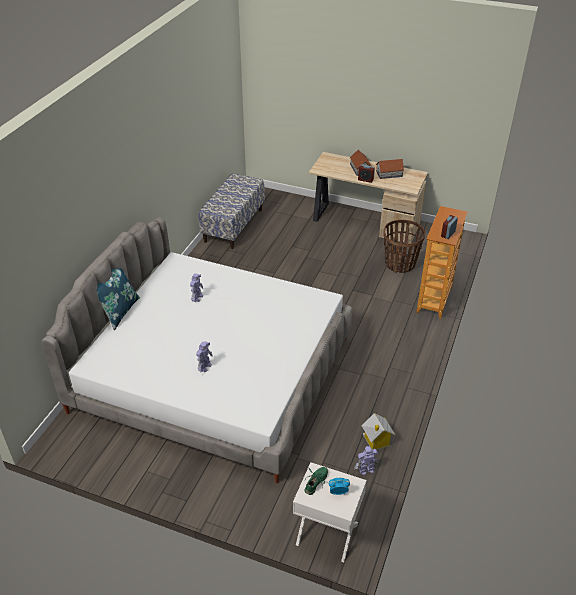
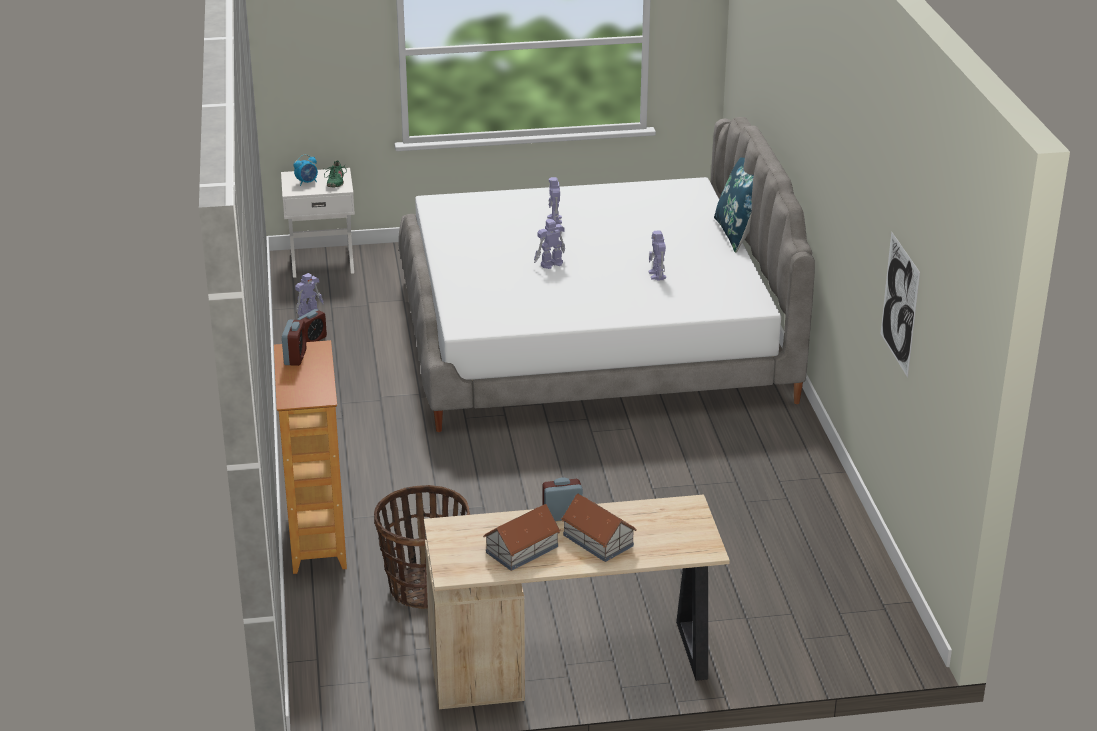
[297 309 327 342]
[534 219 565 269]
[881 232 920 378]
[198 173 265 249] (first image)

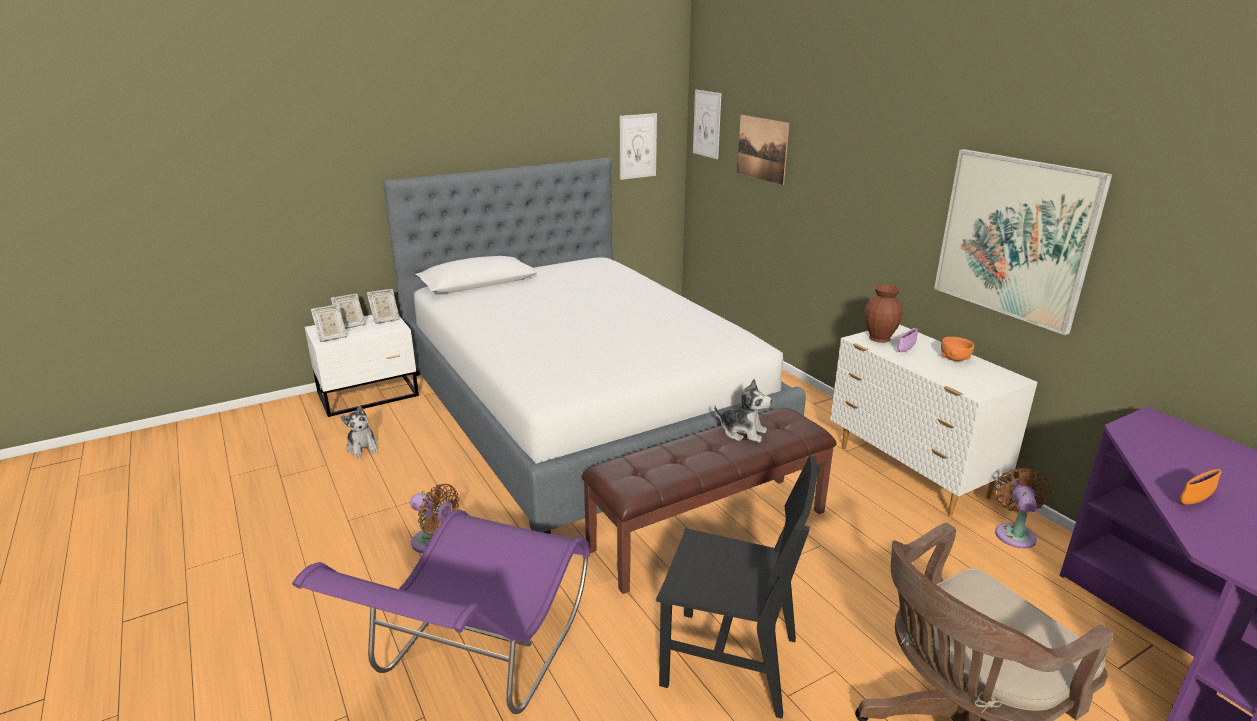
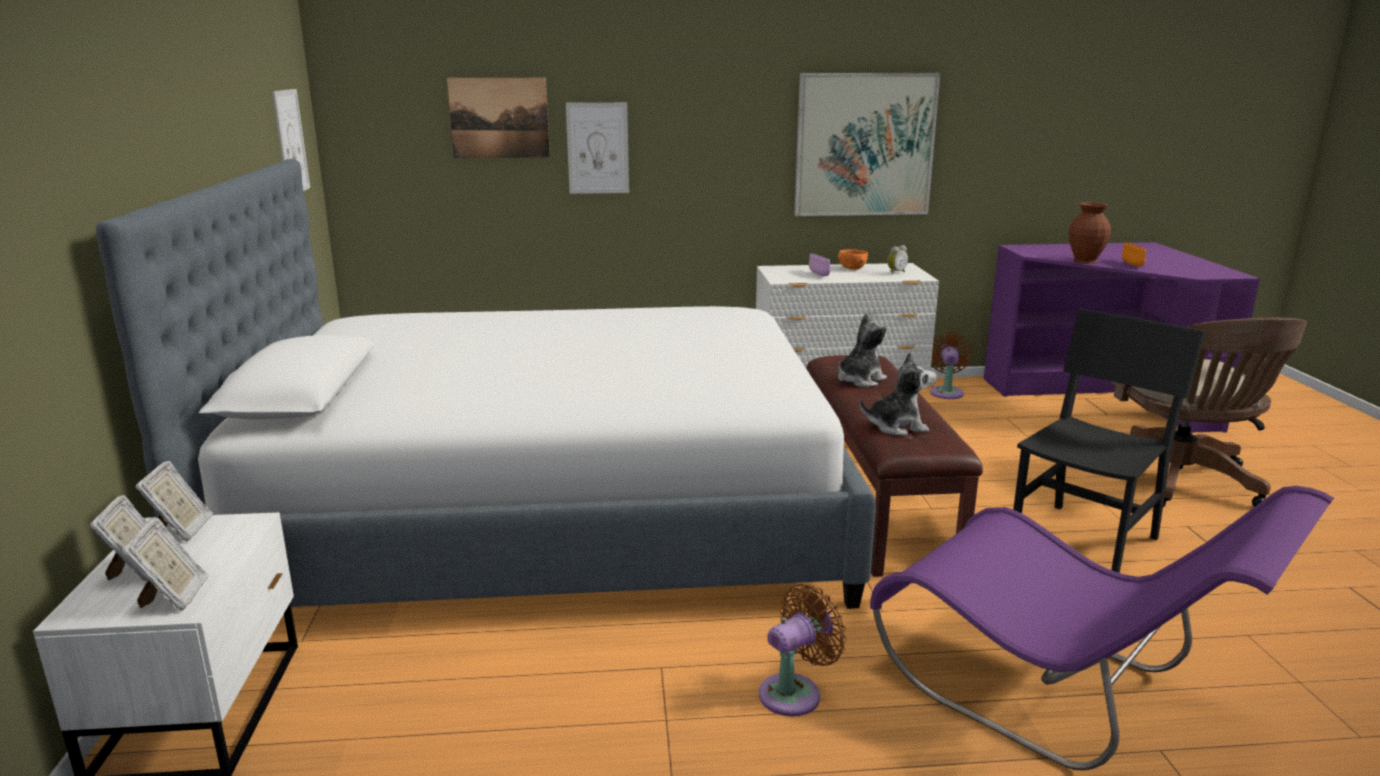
[566 103 629 194]
[860 352 936 436]
[888 245 908 274]
[930 331 973 399]
[1069 202 1111 264]

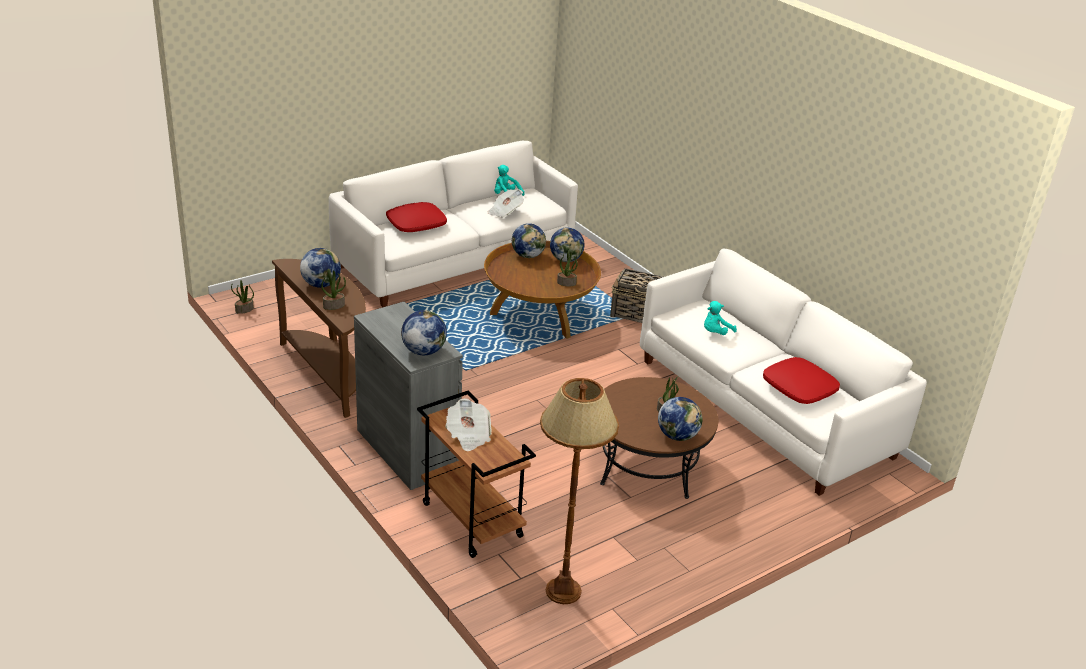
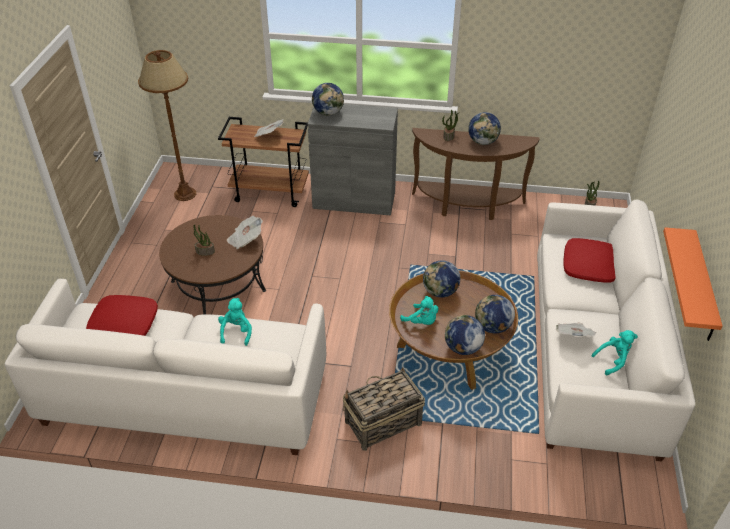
[227 216 263 250]
[400 296 438 325]
[423 260 460 298]
[663 227 722 341]

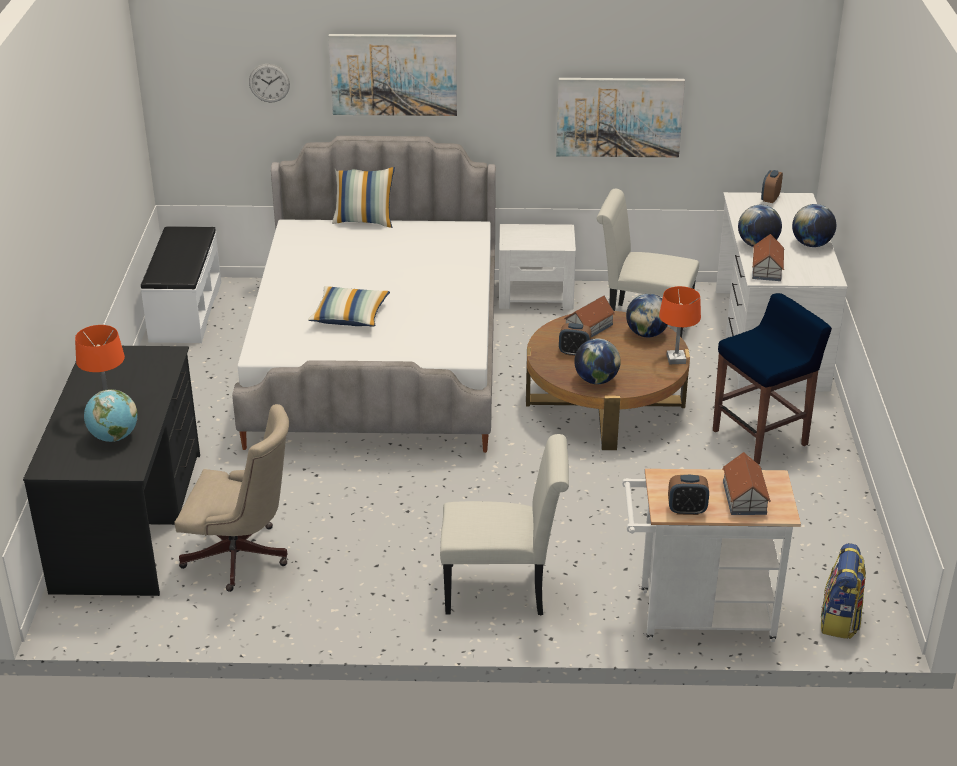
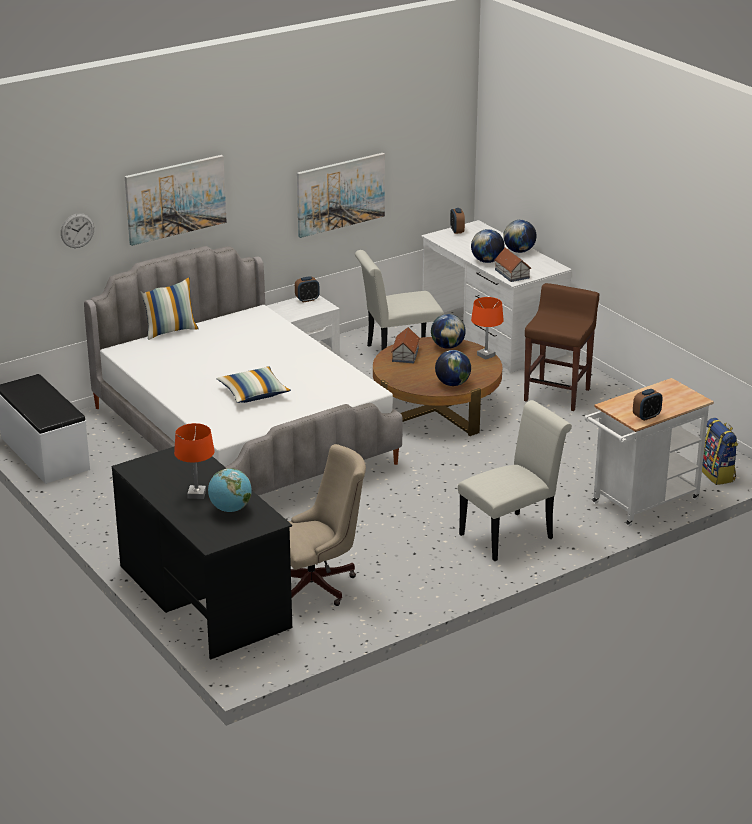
[295 276 320 302]
[524 283 600 411]
[723 452 771 515] (first image)

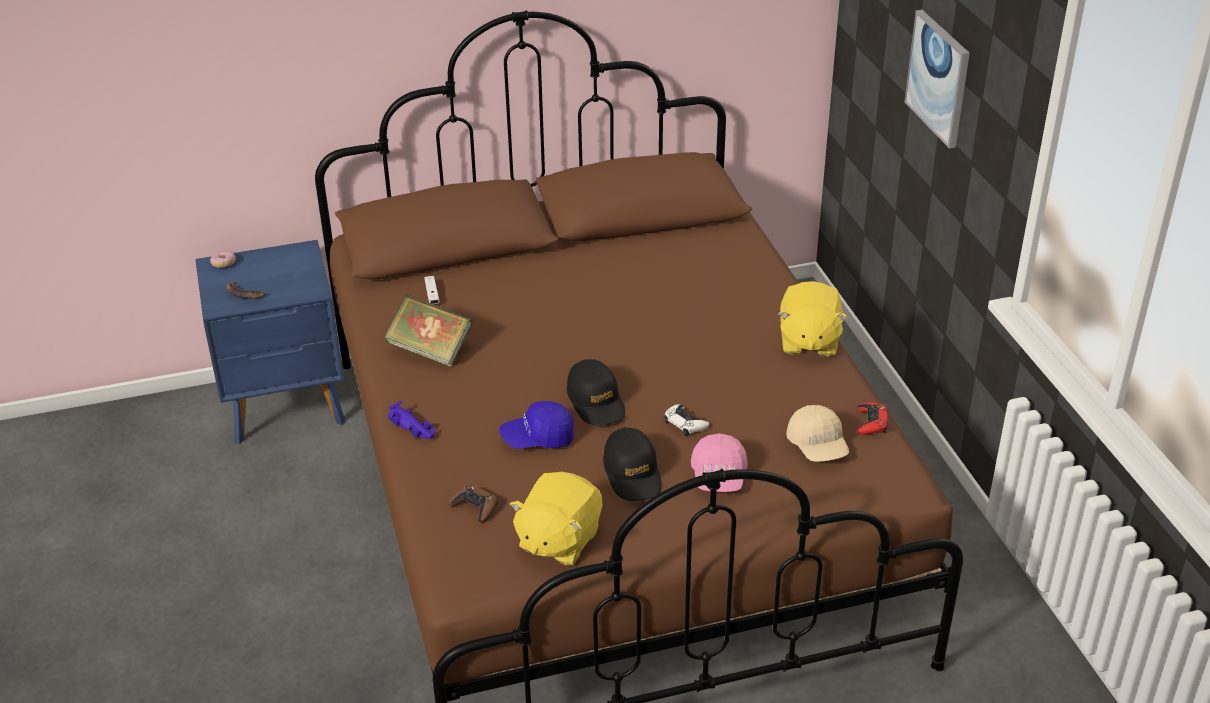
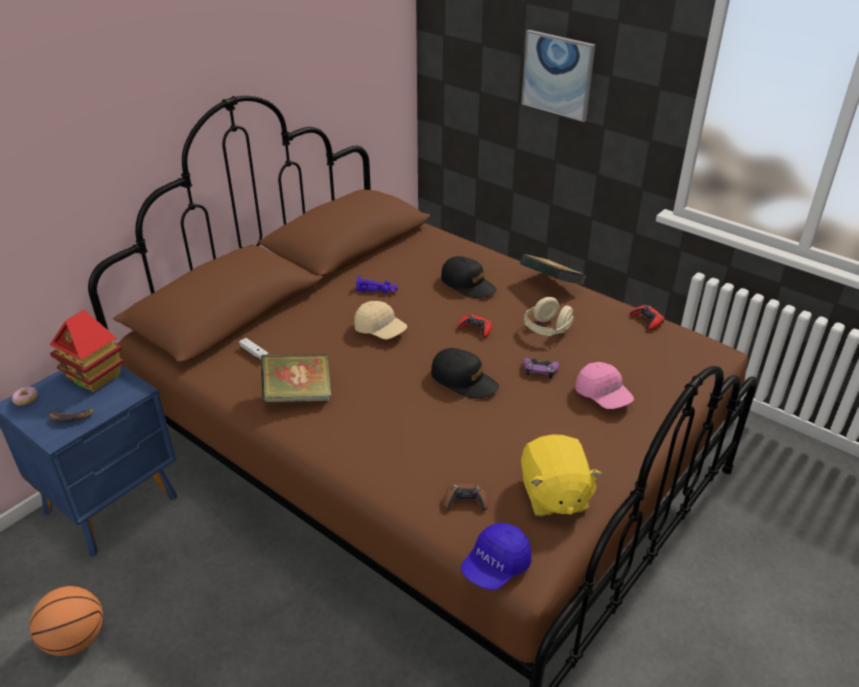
[30 586 103 656]
[49 310 124 392]
[354 301 407 340]
[356 276 398 294]
[441 256 497 298]
[457 314 492 338]
[461 523 532 590]
[520 254 587 285]
[523 357 559 379]
[524 297 573 336]

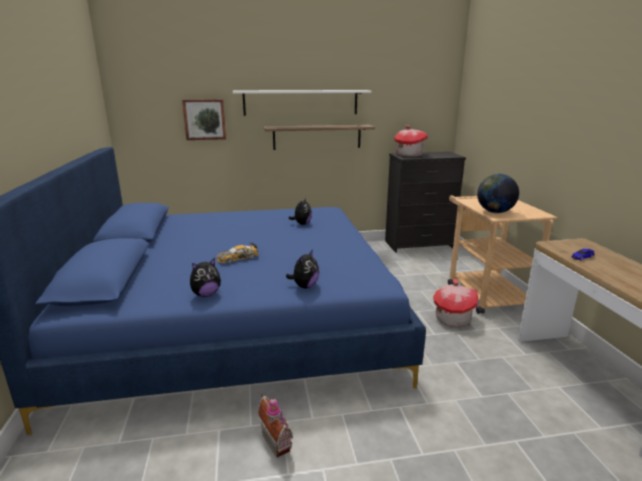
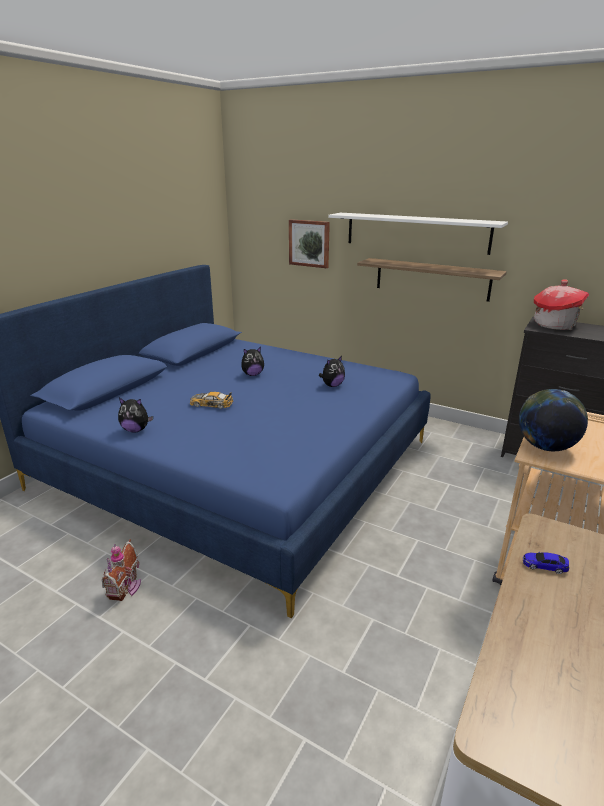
[241 347 264 376]
[433 279 478 328] (first image)

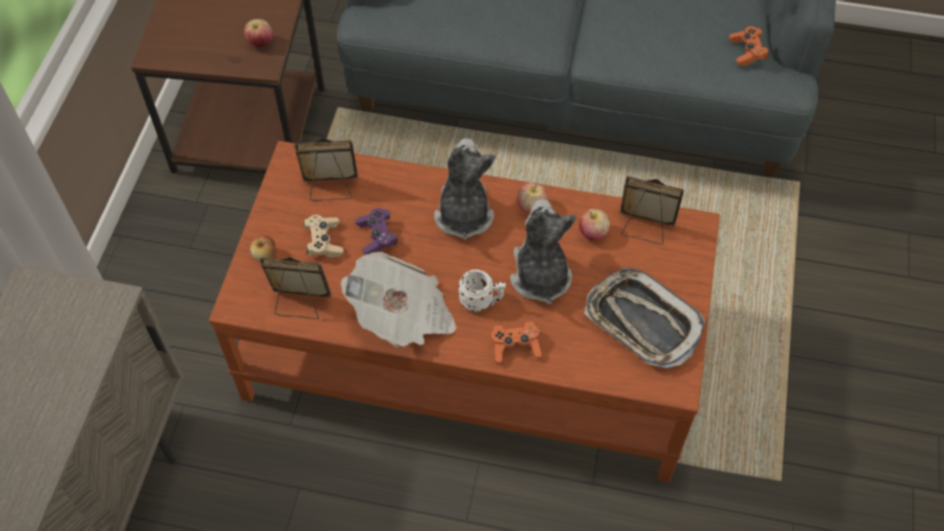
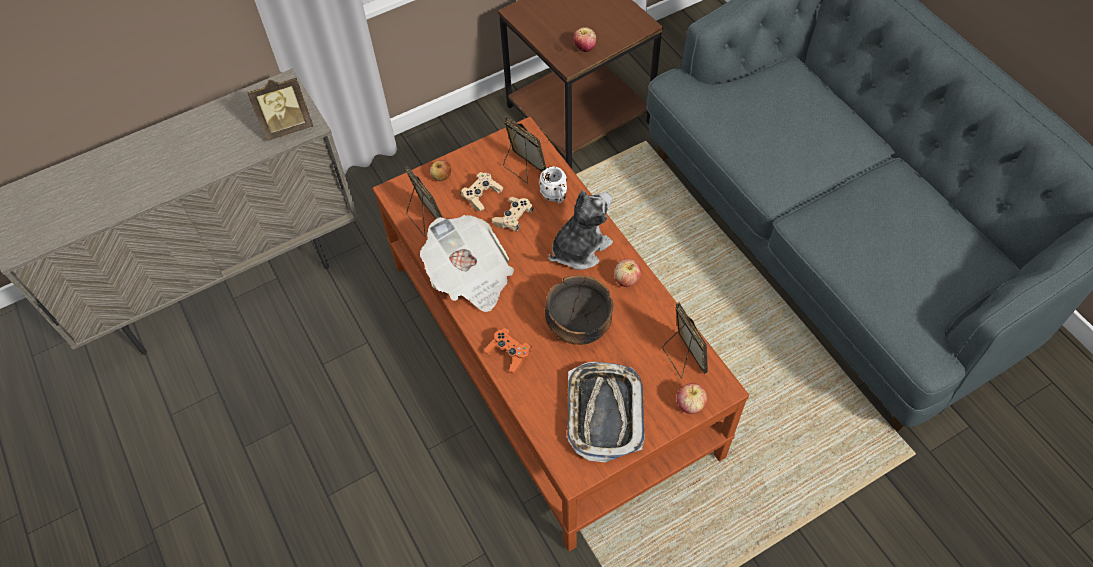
[247 78 313 141]
[492 197 534 232]
[539 166 567 204]
[545 275 613 345]
[677 383 707 414]
[729 26 769 66] (first image)

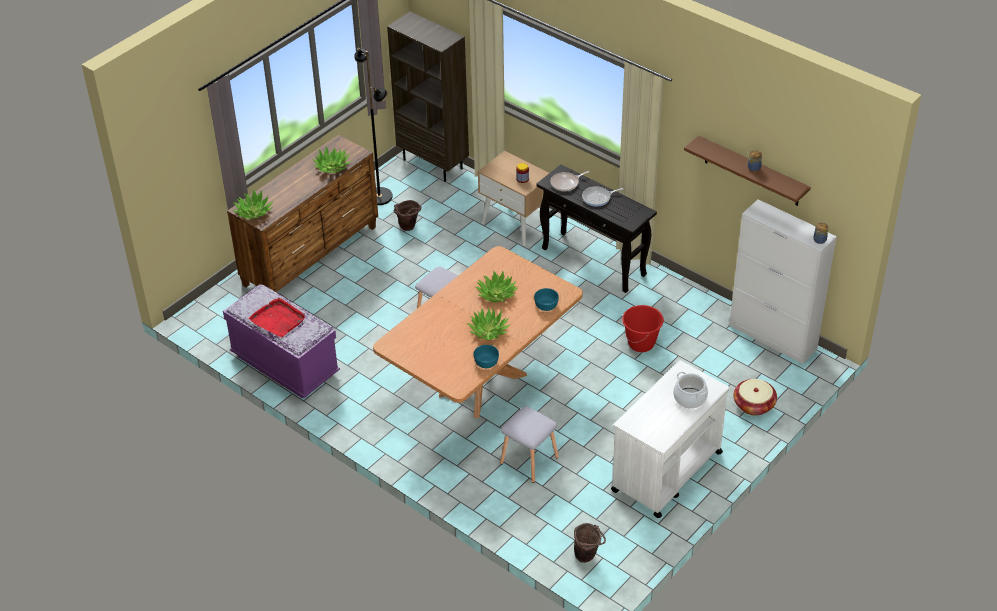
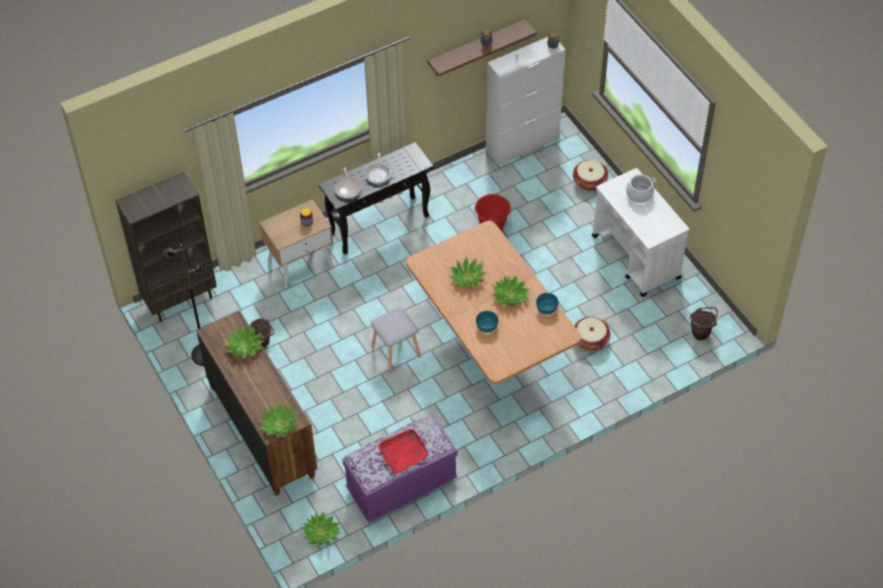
[300 512 342 547]
[476 311 498 333]
[574 317 610 351]

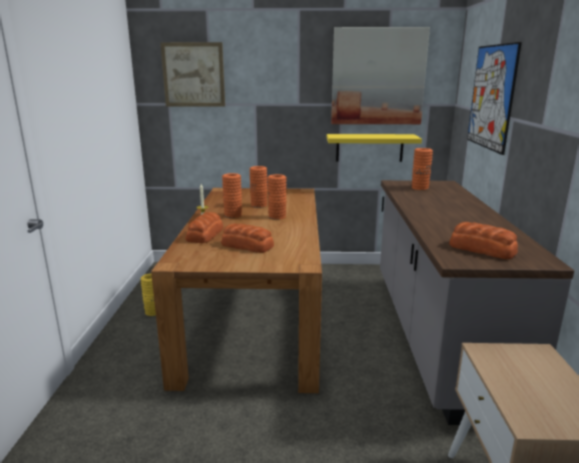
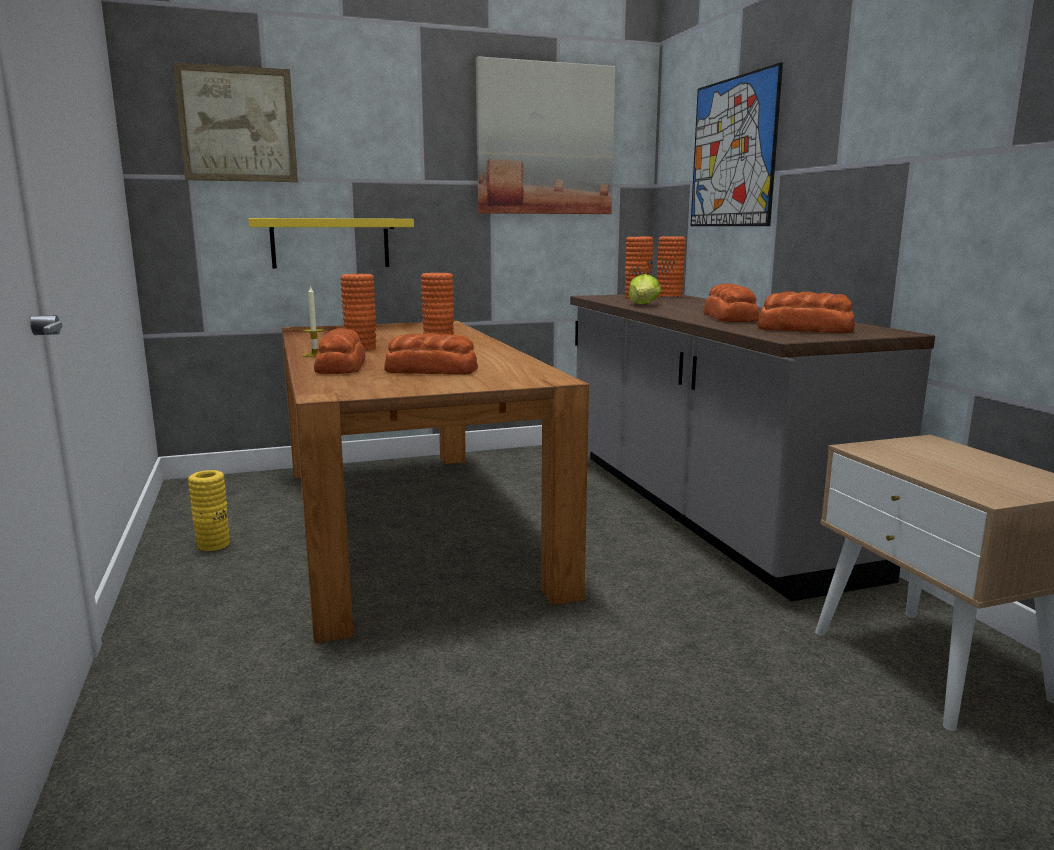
[248 218 414 269]
[628 274 661 304]
[657 237 685 298]
[703 283 759 322]

